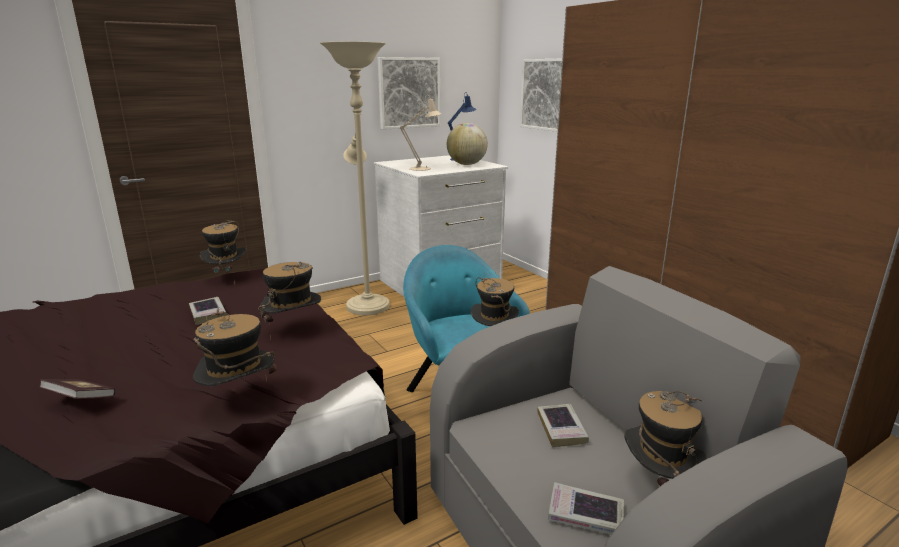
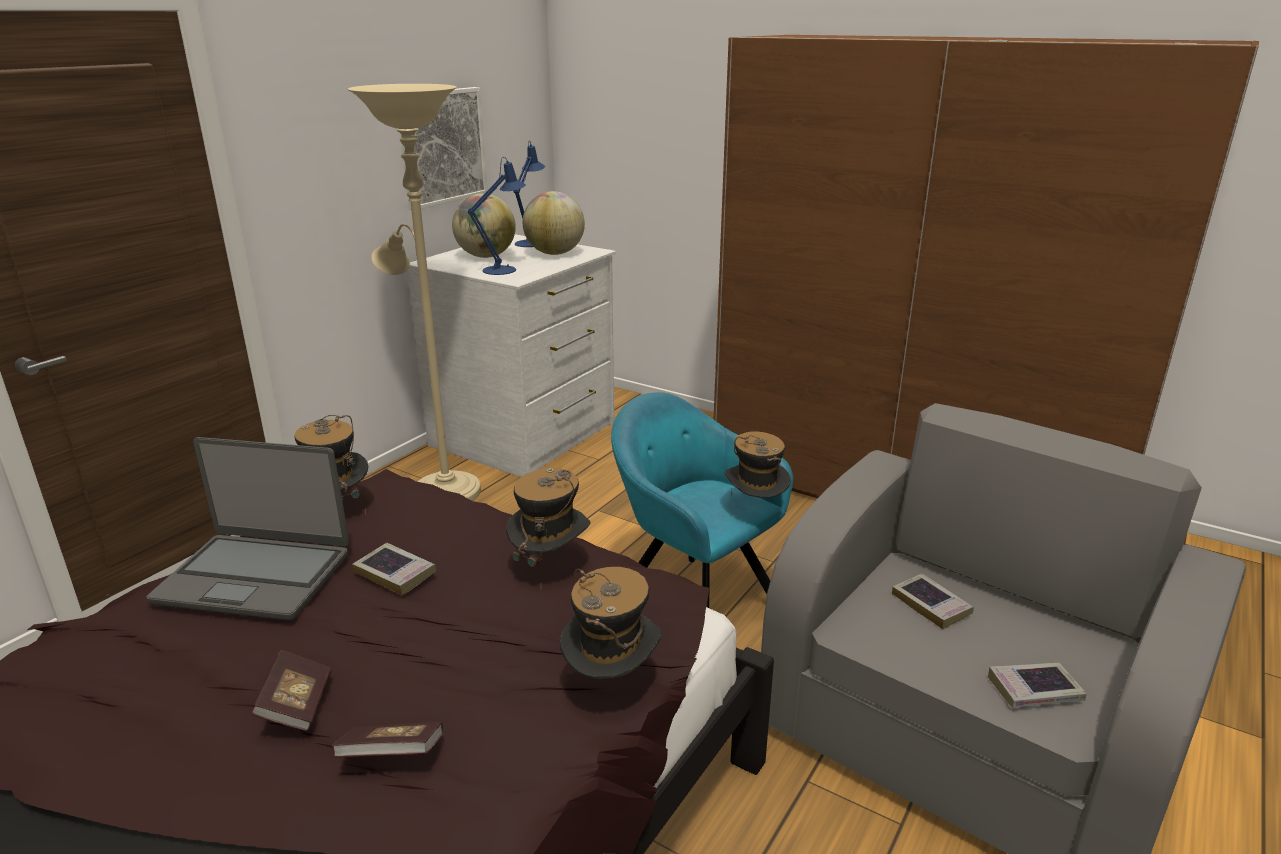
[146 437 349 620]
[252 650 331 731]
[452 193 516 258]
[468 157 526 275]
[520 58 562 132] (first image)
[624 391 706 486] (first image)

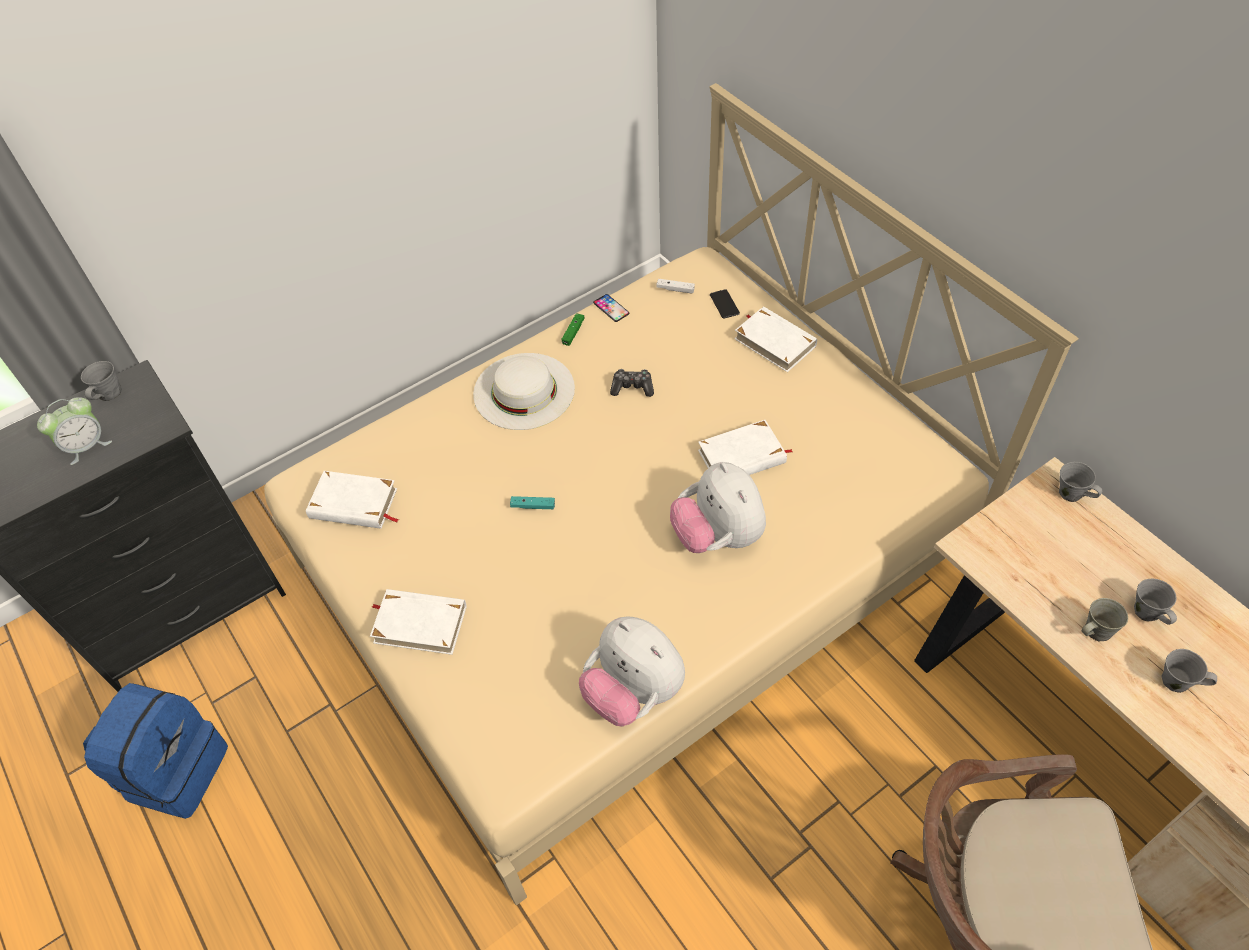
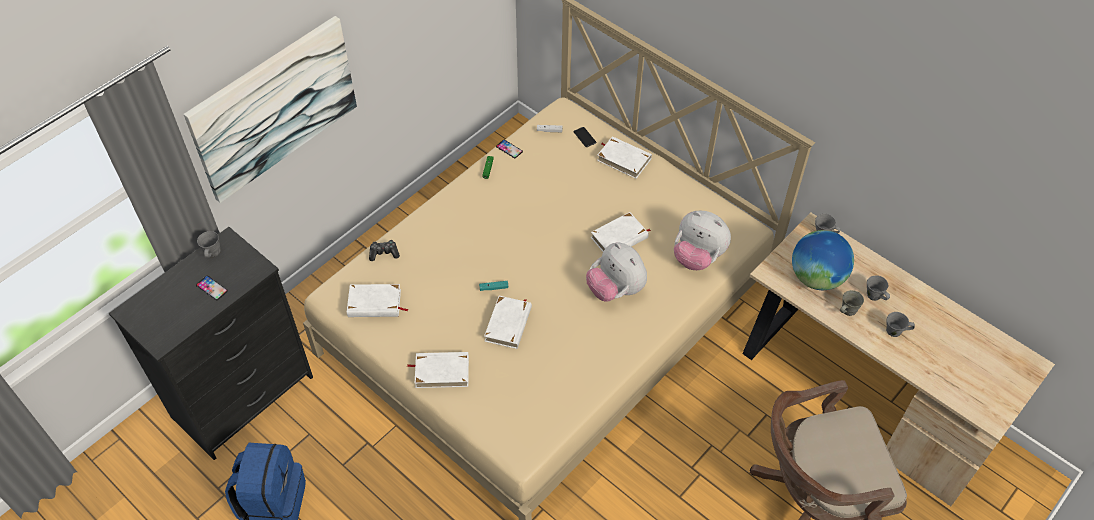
[183 16 357 203]
[196 276 228 300]
[369 240 400 261]
[484 296 532 349]
[674 211 731 270]
[792 230 854 290]
[473 353 575 430] (first image)

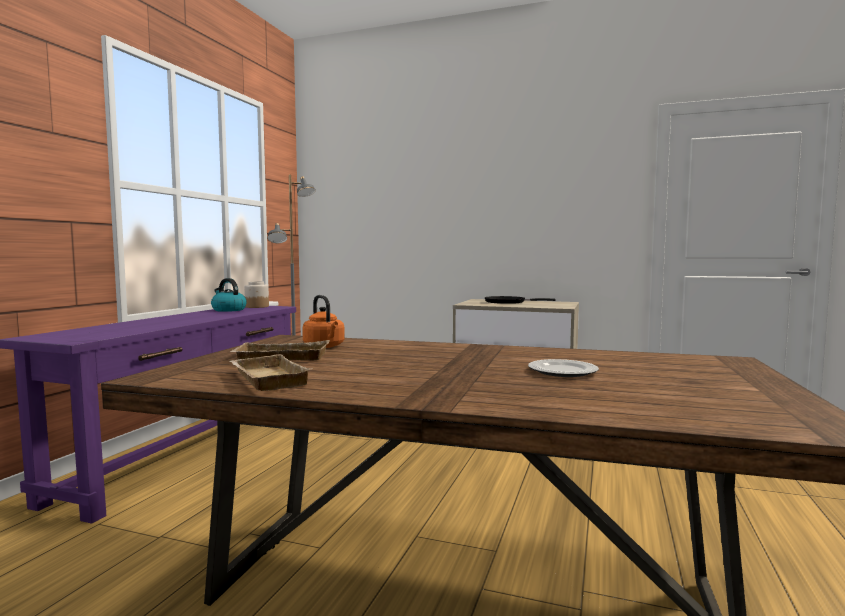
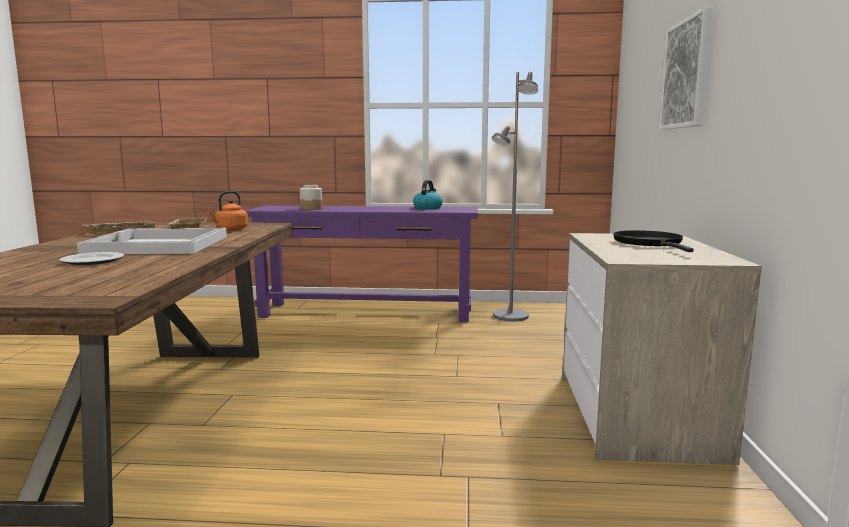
[77 228 227 254]
[300 185 322 210]
[659 7 713 130]

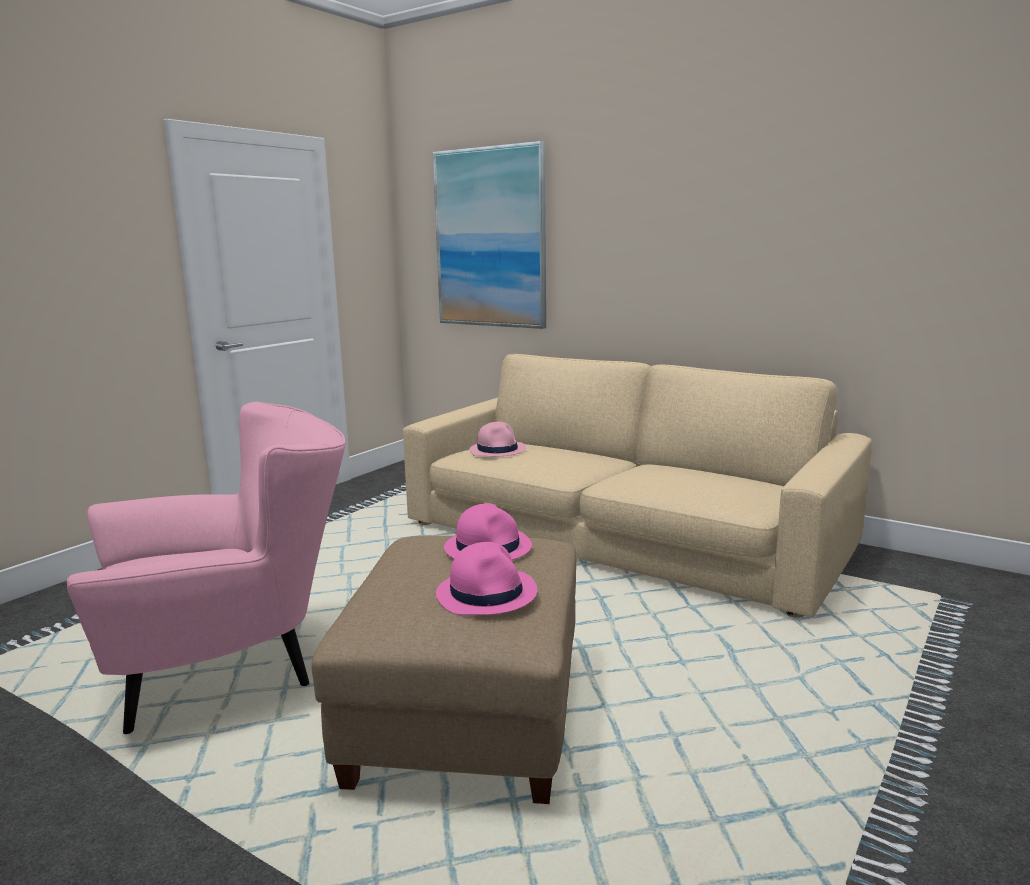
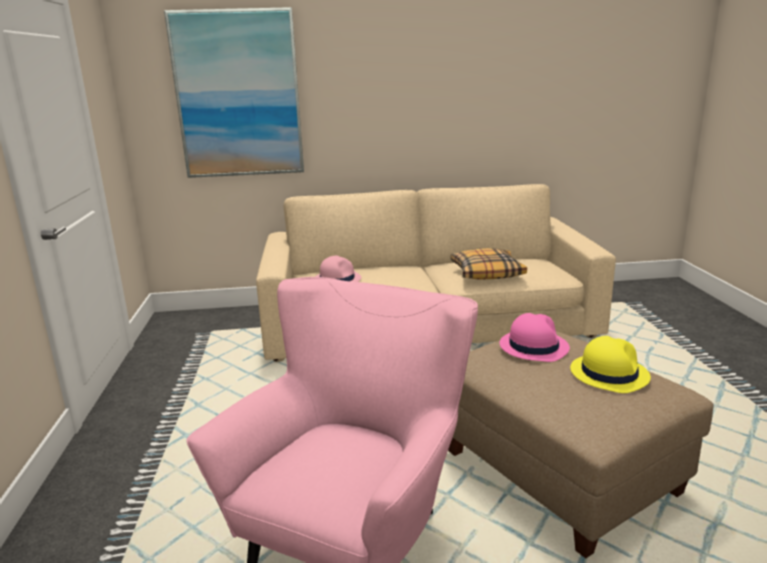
[451 248 527 279]
[570 336 651 393]

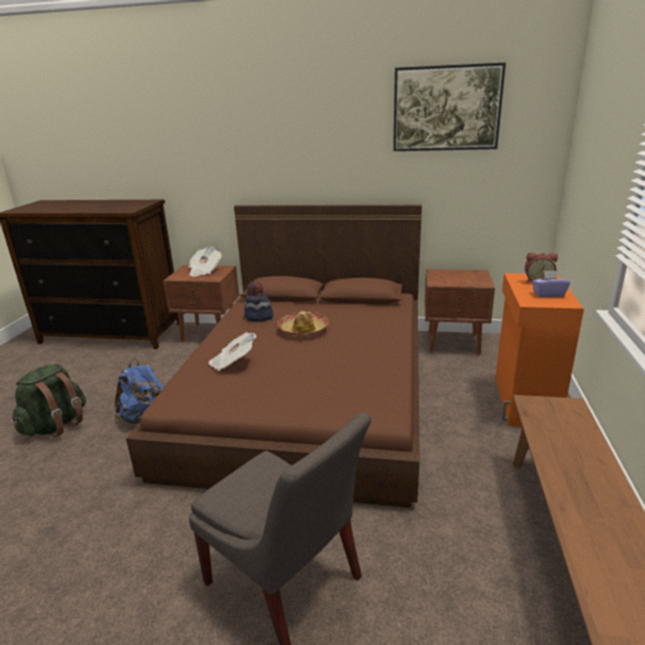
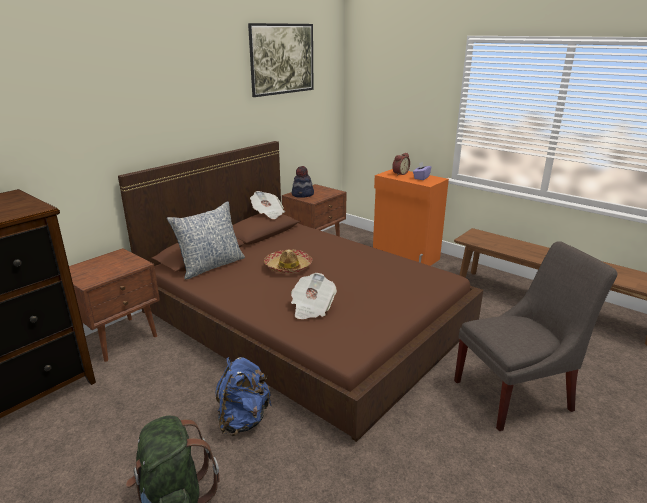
[167 201 245 279]
[250 191 285 219]
[292 166 314 198]

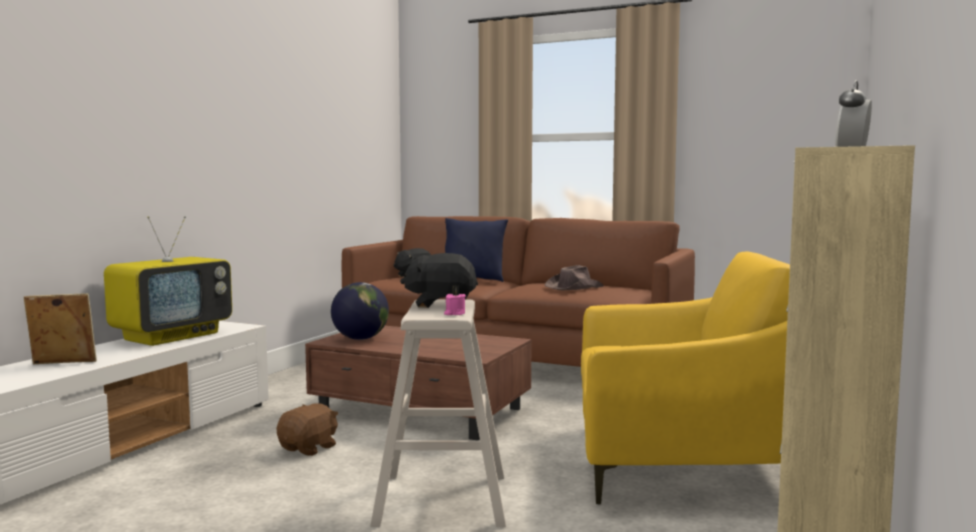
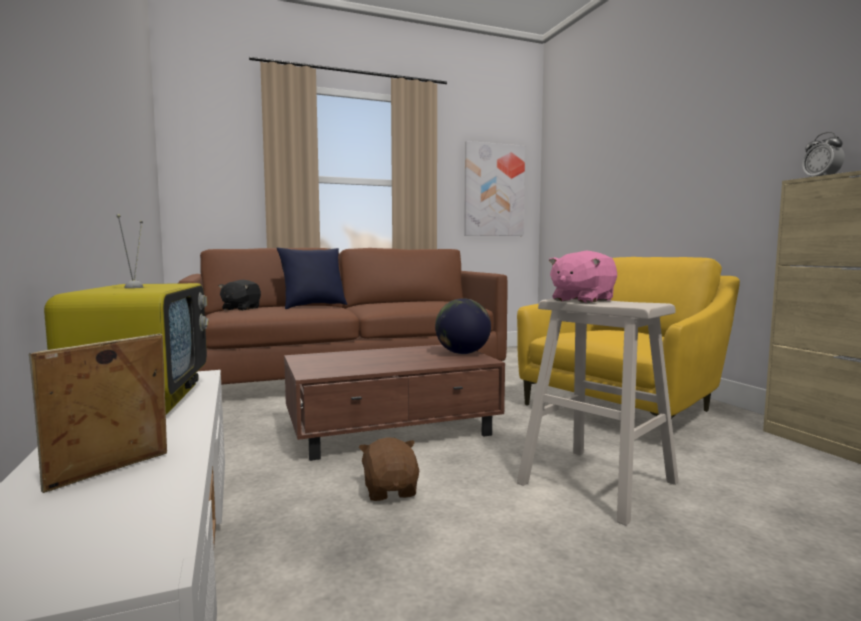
[435 298 491 354]
[464 141 525 236]
[549 251 617 303]
[444 286 466 315] (first image)
[545 265 604 290] (first image)

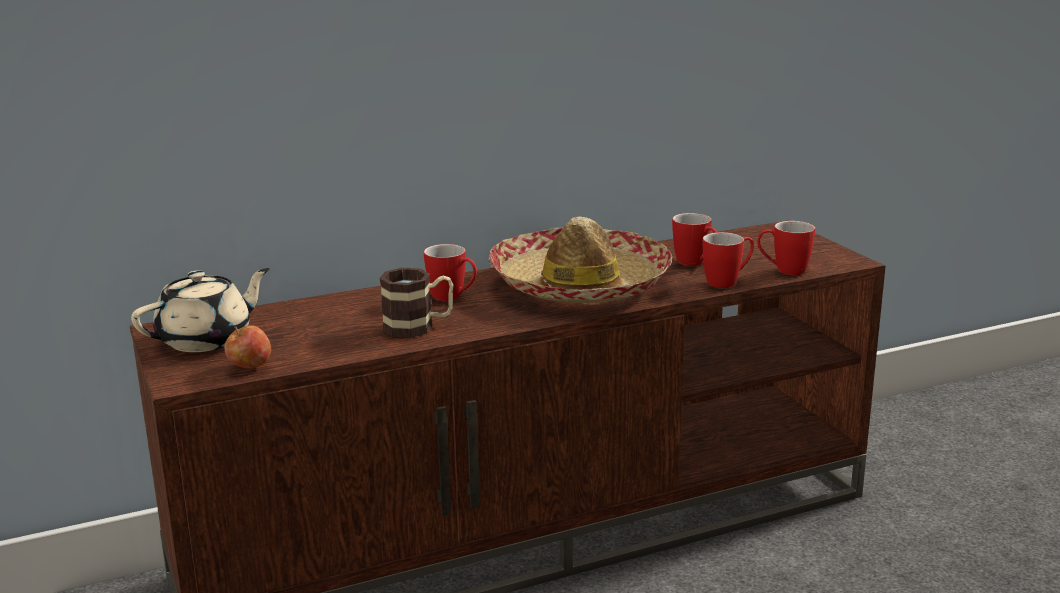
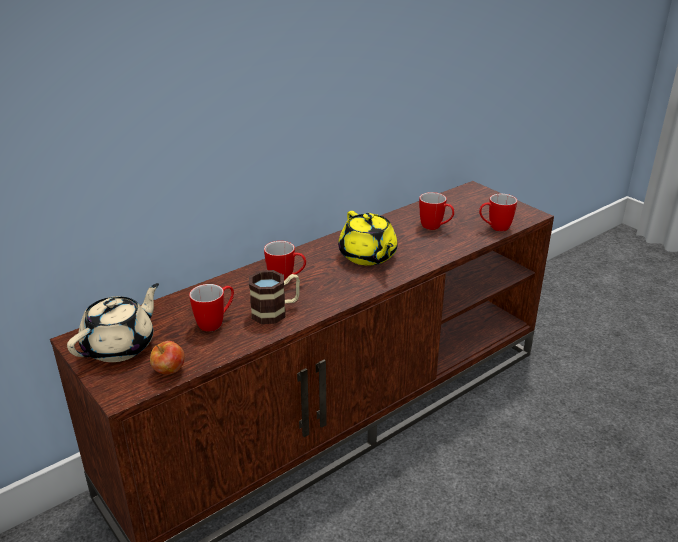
[189 284 234 332]
[338 211 398 265]

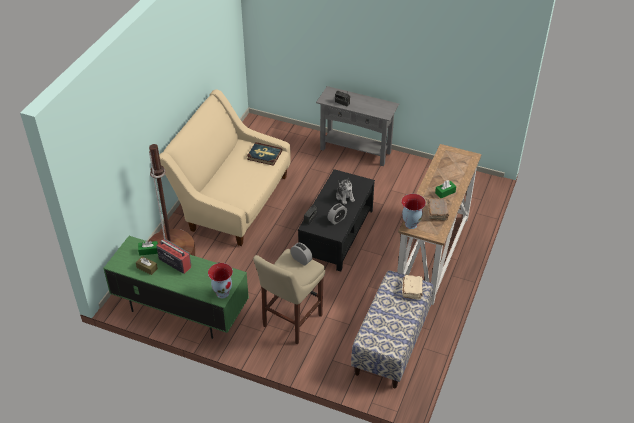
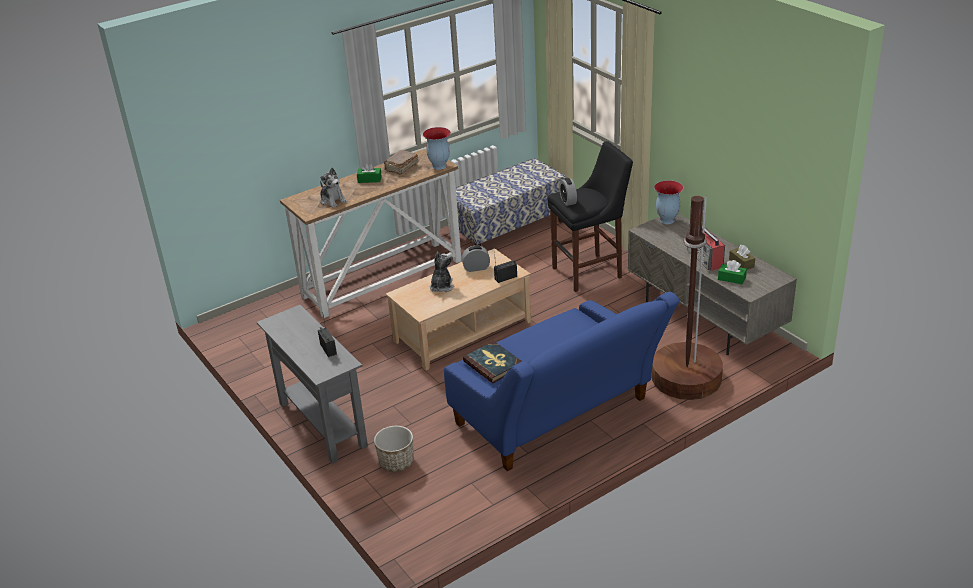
[320 168 347 208]
[374 426 414 472]
[386 248 531 370]
[444 292 680 471]
[548 141 633 292]
[628 214 797 355]
[402 275 423 299] (first image)

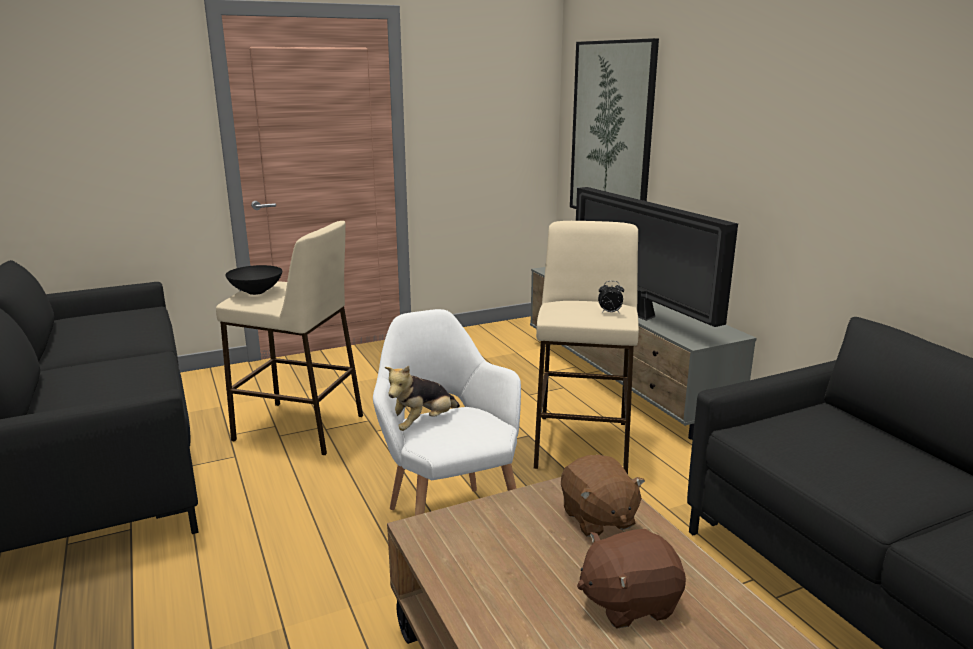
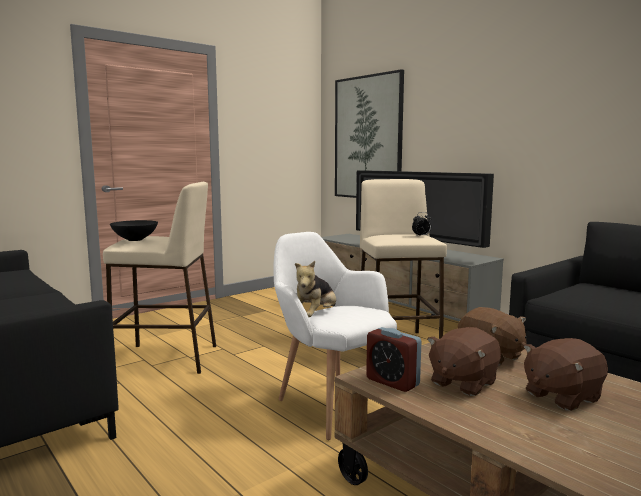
[366 327 422 392]
[427 327 501 396]

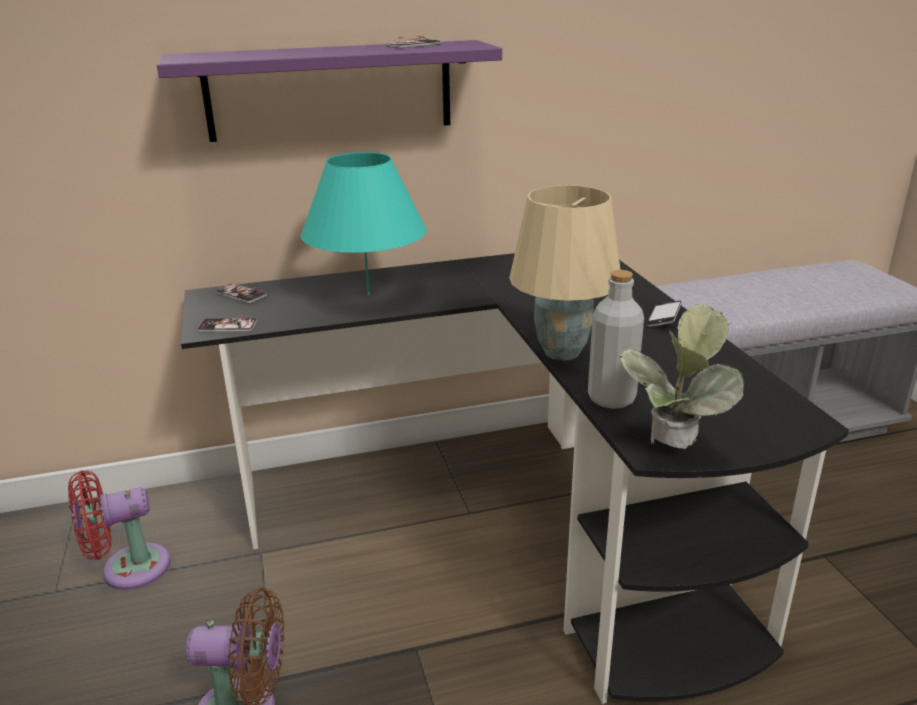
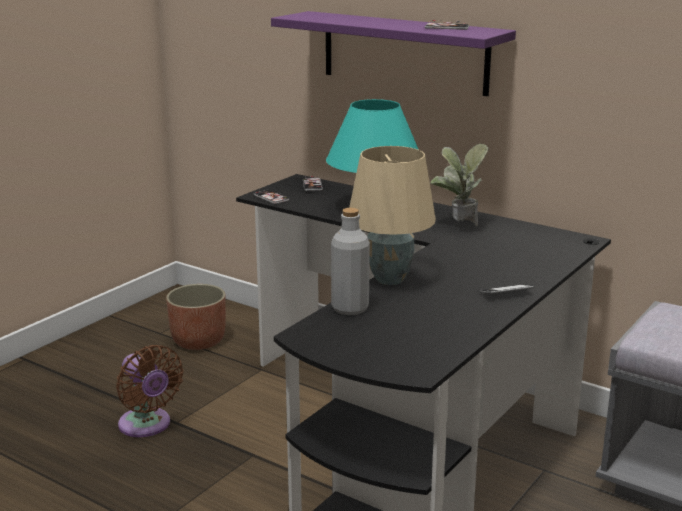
[166 284 226 350]
[431 144 489 226]

